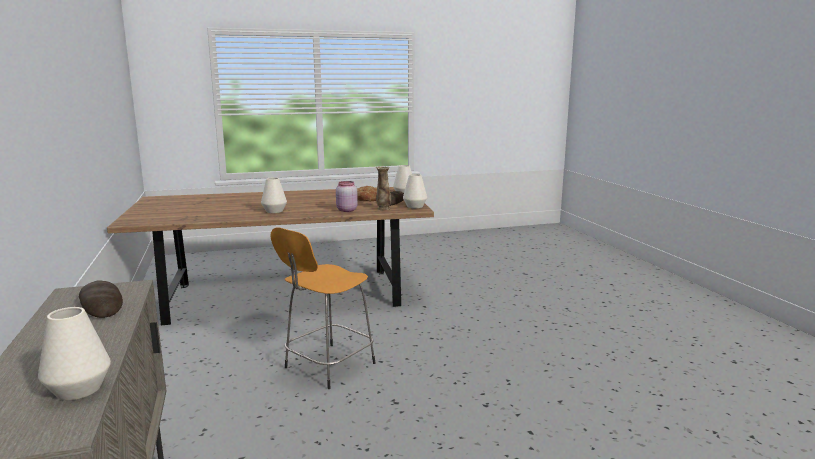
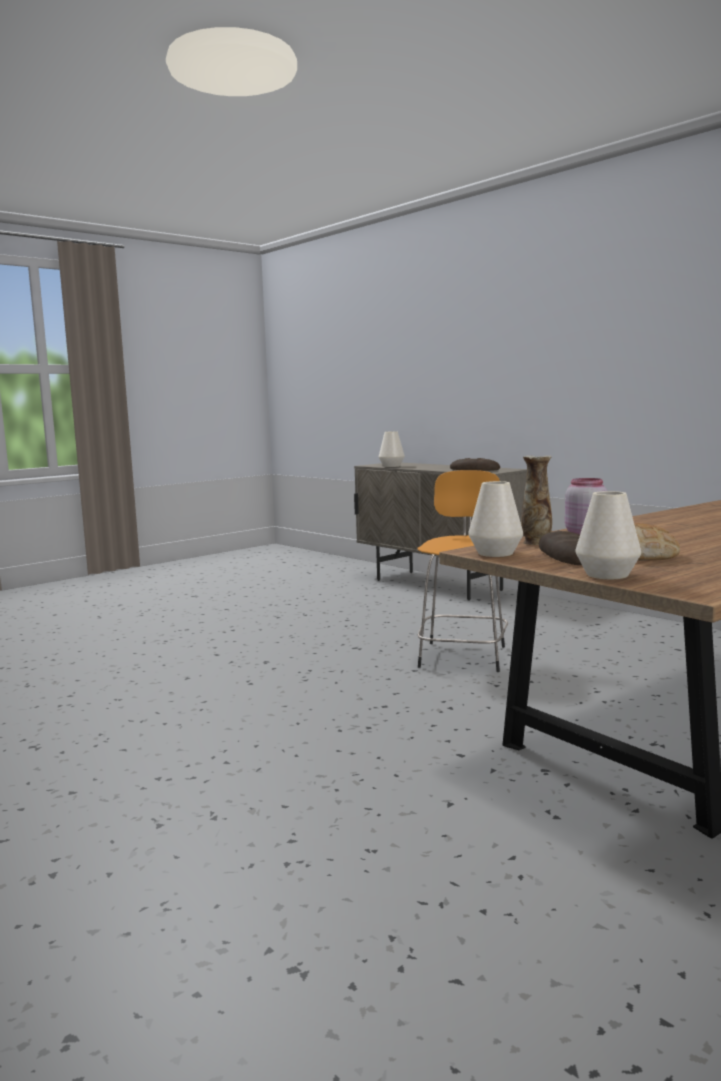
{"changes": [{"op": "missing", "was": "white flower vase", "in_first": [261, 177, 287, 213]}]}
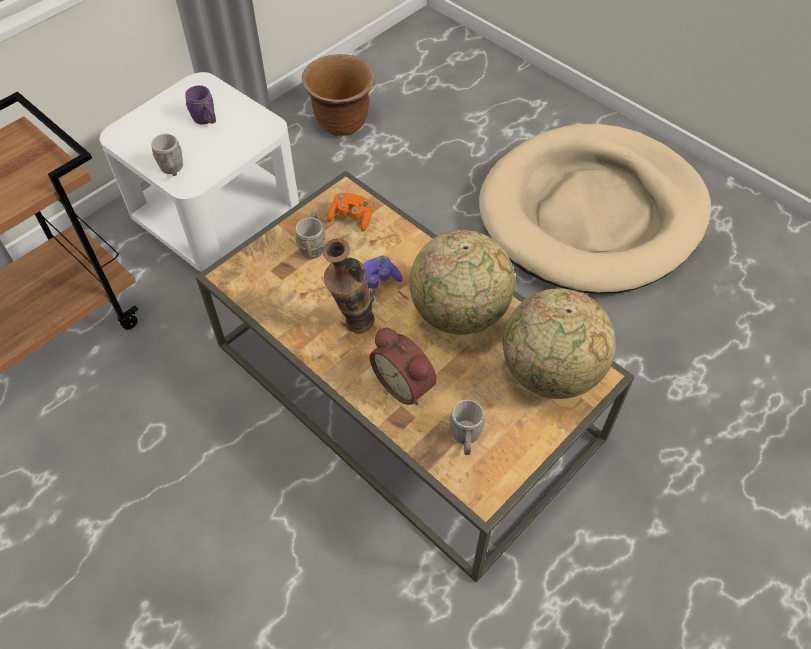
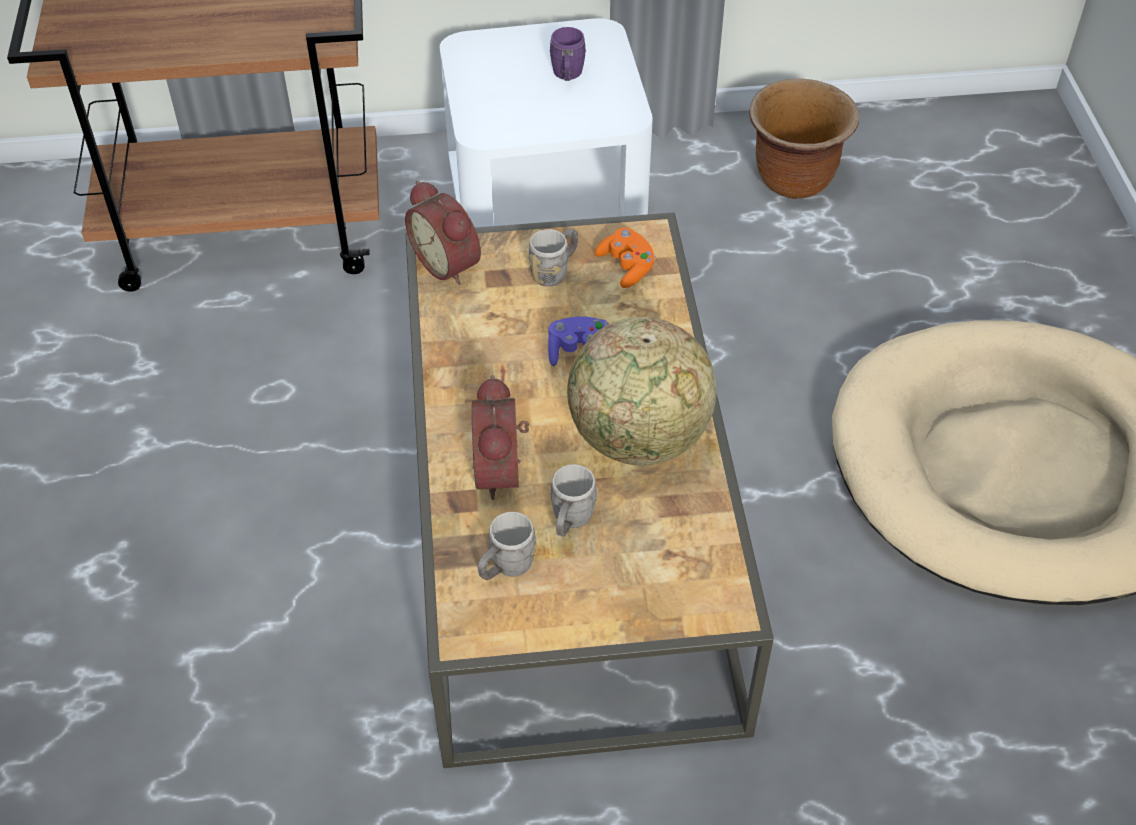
{"changes": [{"op": "relocated", "was": "grey mug", "in_first": [151, 134, 183, 176], "in_second": [551, 464, 598, 537]}, {"op": "missing", "was": "flower vase", "in_first": [323, 238, 374, 333]}, {"op": "missing", "was": "world globe", "in_first": [503, 288, 616, 399]}, {"op": "appeared", "now": "bedside clock", "in_second": [405, 181, 481, 285]}]}
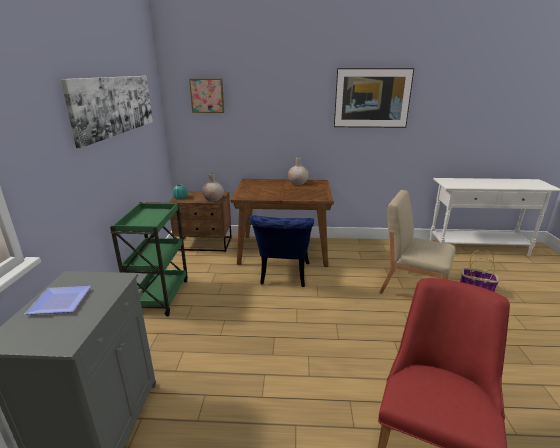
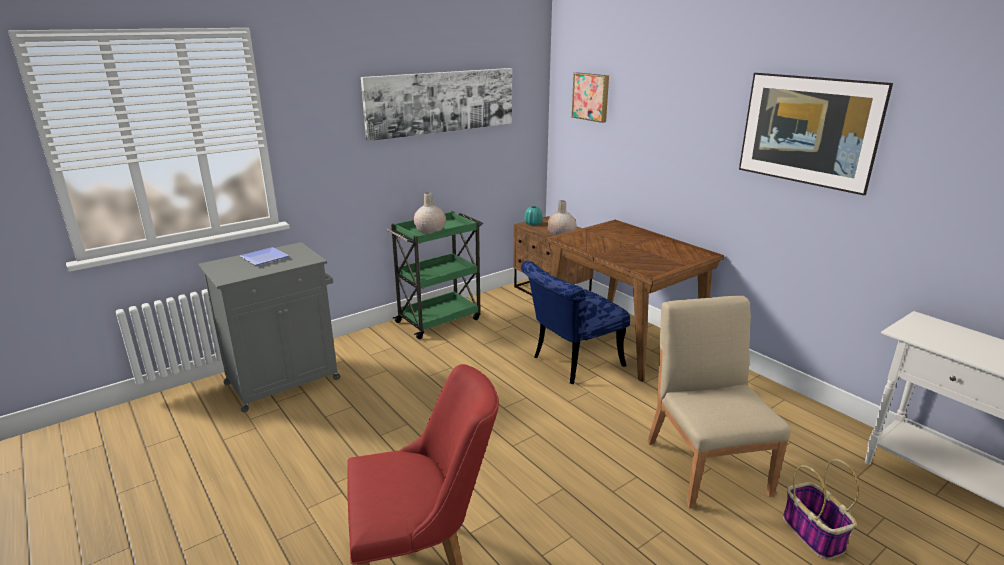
{"changes": [{"op": "relocated", "was": "beige flower vase", "in_first": [288, 157, 309, 185], "in_second": [414, 192, 446, 234]}]}
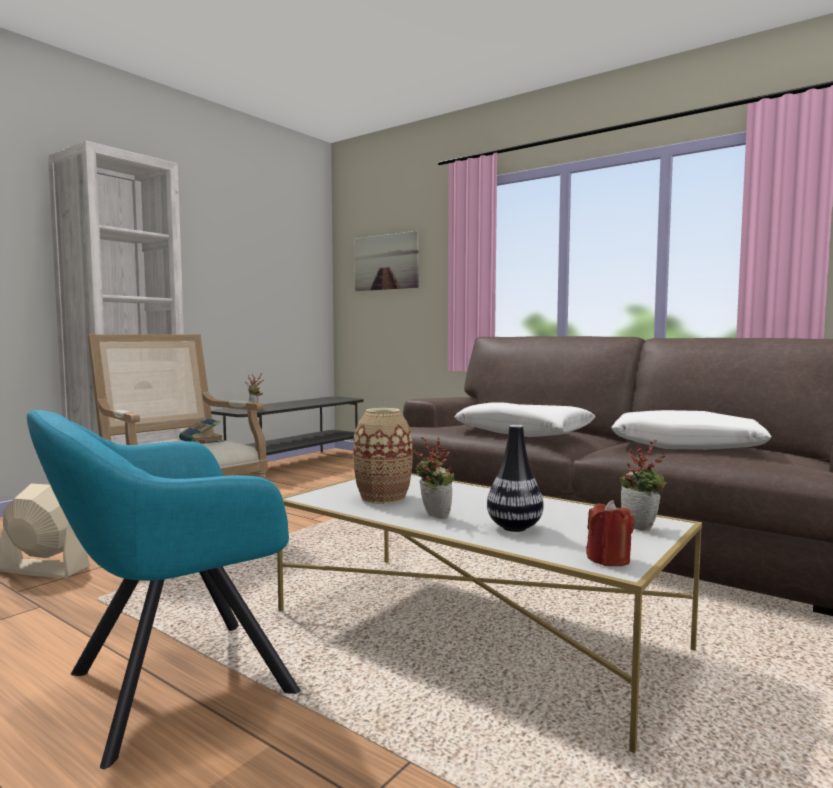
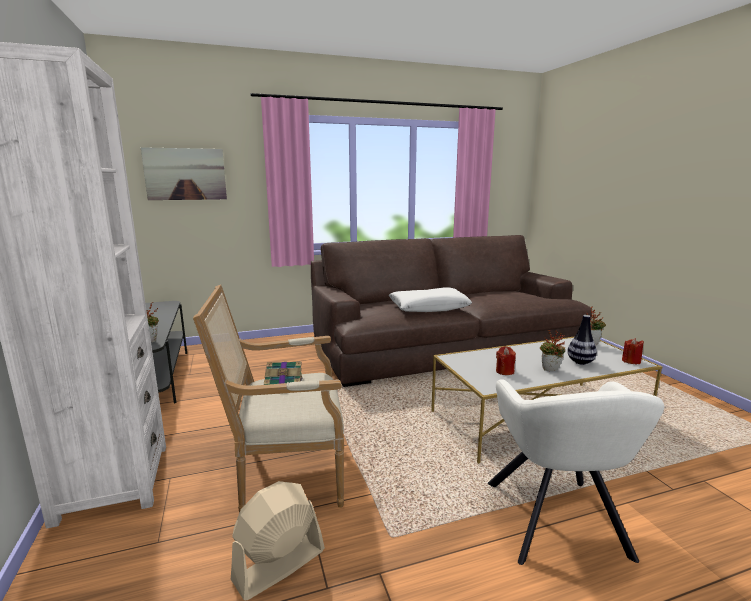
{"changes": [{"op": "exchanged", "was": "flower vase", "now": "red-coloured wax candle", "in_first": [353, 408, 413, 504], "in_second": [496, 346, 516, 375]}, {"op": "colour", "was": "blue-green easy chair", "now": "white easy chair", "in_first": [27, 410, 301, 769], "in_second": [488, 379, 664, 565]}, {"op": "missing", "was": "white pillow", "in_first": [611, 410, 772, 450]}]}
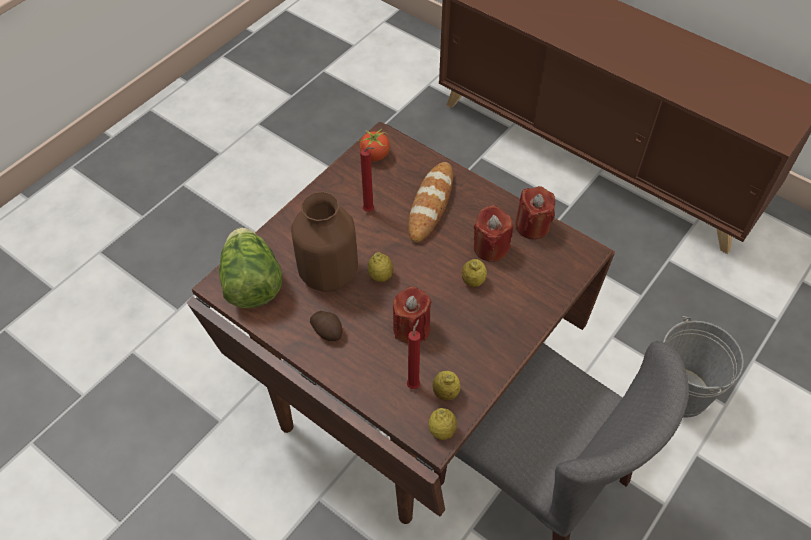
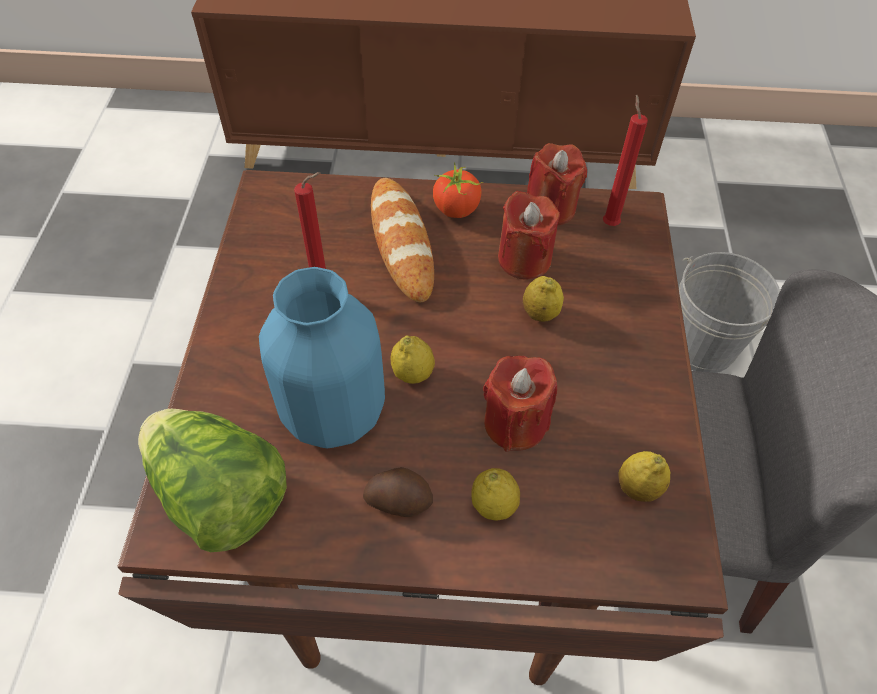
{"changes": [{"op": "relocated", "was": "whole tomato", "in_first": [360, 128, 390, 161], "in_second": [433, 162, 483, 218]}, {"op": "colour", "was": "brown flower vase", "now": "blue-coloured flower vase", "in_first": [291, 191, 358, 292], "in_second": [259, 267, 385, 448]}, {"op": "relocated", "was": "red-coloured wax candle", "in_first": [407, 319, 420, 389], "in_second": [603, 94, 648, 226]}, {"op": "relocated", "was": "whole lemon", "in_first": [429, 408, 457, 440], "in_second": [471, 468, 520, 521]}]}
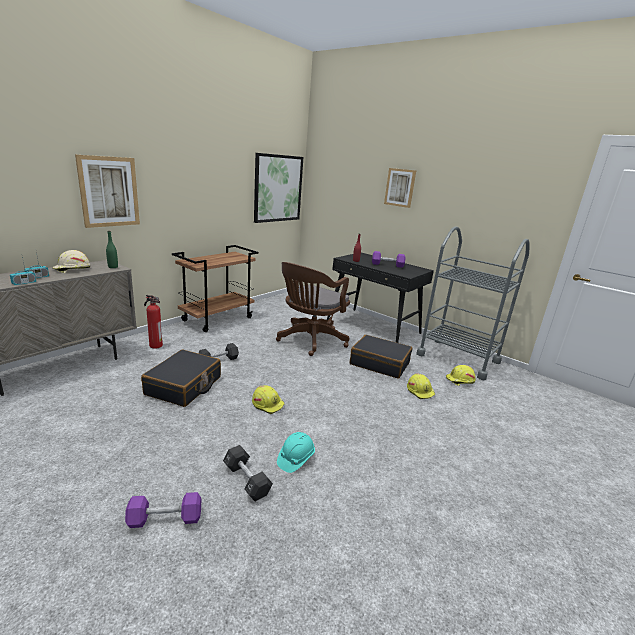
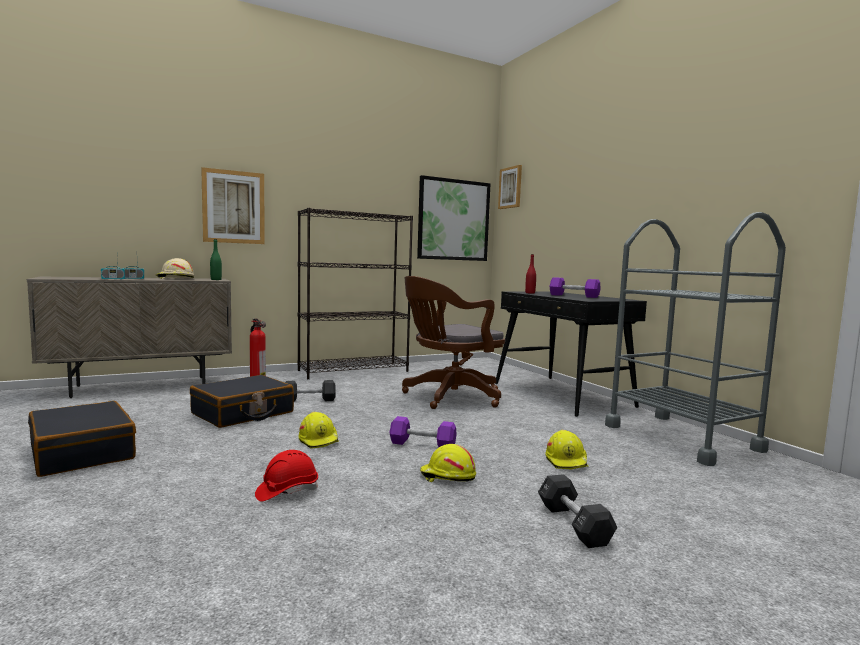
{"changes": [{"op": "relocated", "was": "wall picture", "in_first": [384, 168, 416, 208], "in_second": [498, 165, 522, 209]}, {"op": "exchanged", "was": "brown wheeled cart", "now": "blackish bookshelf", "in_first": [172, 245, 258, 332], "in_second": [297, 208, 413, 379]}, {"op": "relocated", "was": "blackish piece of luggage", "in_first": [350, 335, 413, 378], "in_second": [28, 401, 136, 477]}, {"op": "relocated", "was": "yellow safety helmet", "in_first": [446, 365, 476, 386], "in_second": [420, 444, 476, 482]}, {"op": "colour", "was": "blue-green safety helmet", "now": "red-coloured safety helmet", "in_first": [277, 432, 315, 473], "in_second": [255, 450, 318, 502]}, {"op": "relocated", "was": "blackish free weight", "in_first": [223, 445, 273, 501], "in_second": [538, 474, 617, 548]}, {"op": "relocated", "was": "purplish free weight", "in_first": [125, 492, 201, 528], "in_second": [389, 416, 457, 447]}]}
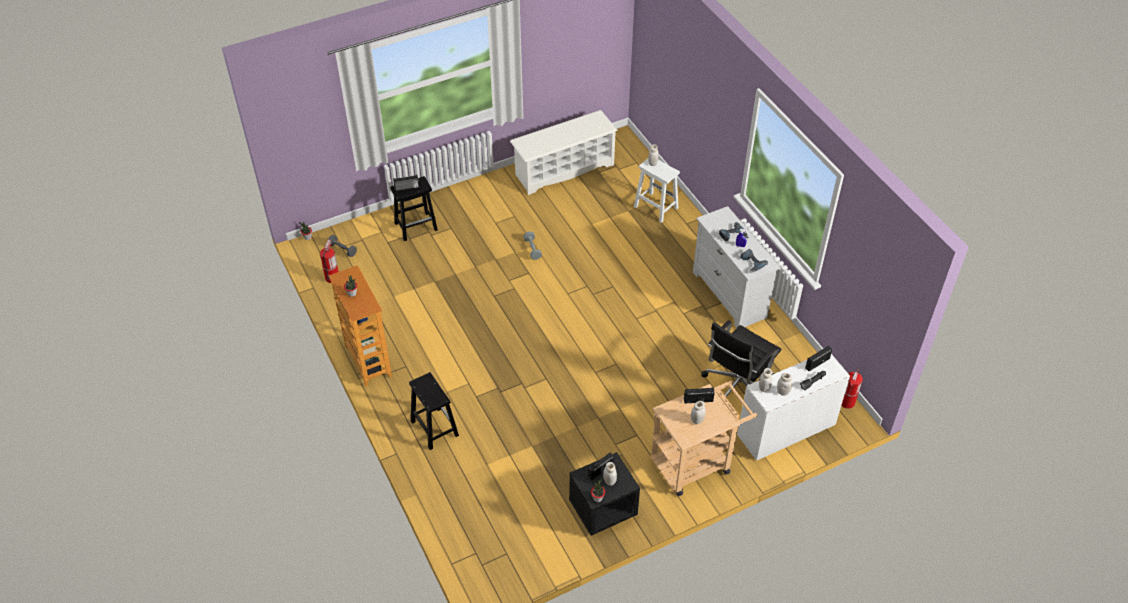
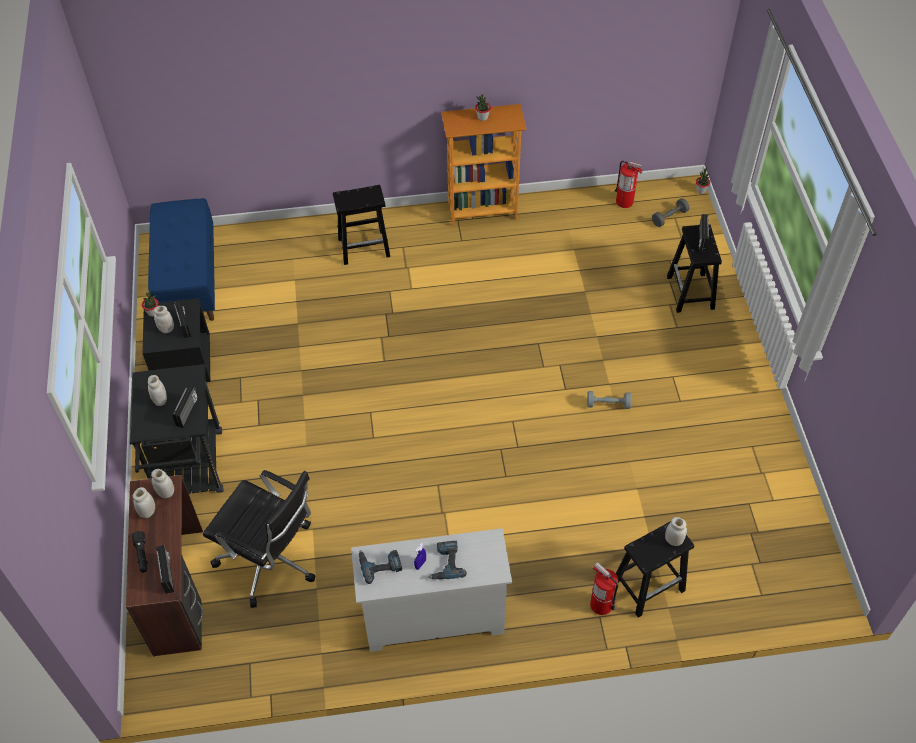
{"changes": [{"op": "missing", "was": "white shoe stand", "in_first": [510, 110, 618, 195]}, {"op": "colour", "was": "white stool seat", "now": "blackish stool seat", "in_first": [634, 158, 680, 223], "in_second": [616, 521, 694, 618]}, {"op": "spun", "was": "blackish office chair", "in_first": [701, 320, 781, 397], "in_second": [203, 470, 316, 608], "clockwise": 150}, {"op": "colour", "was": "white desk unit", "now": "brown desk unit", "in_first": [737, 354, 850, 461], "in_second": [126, 475, 203, 657]}, {"op": "relocated", "was": "fire-fighting cylinder", "in_first": [841, 368, 863, 409], "in_second": [590, 562, 618, 615]}, {"op": "colour", "was": "beige wheeled cart", "now": "blackish wheeled cart", "in_first": [650, 381, 757, 496], "in_second": [130, 364, 224, 494]}, {"op": "appeared", "now": "blue-coloured bench", "in_second": [148, 198, 215, 321]}]}
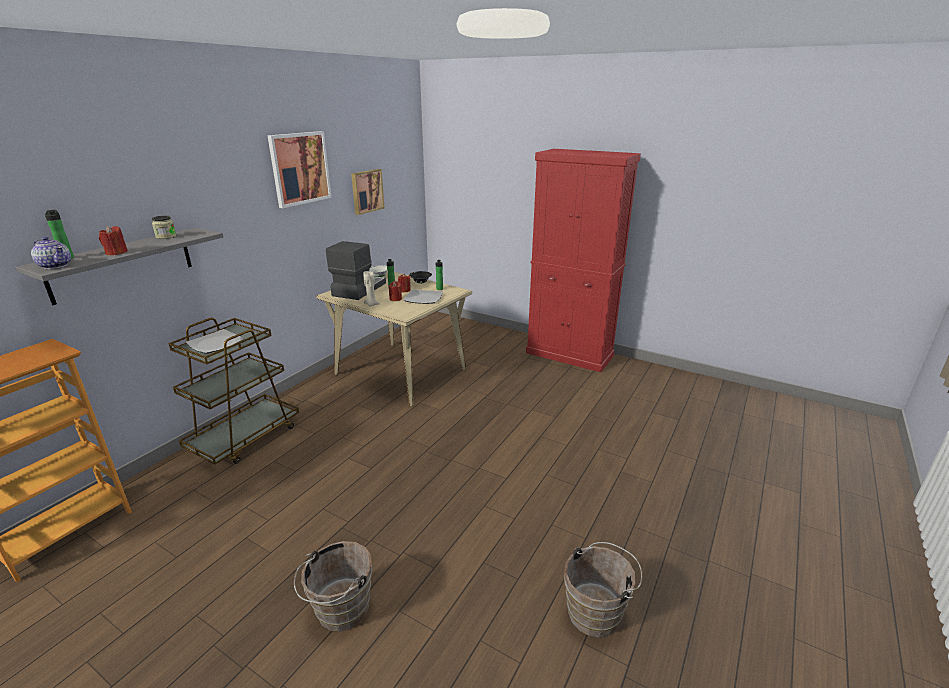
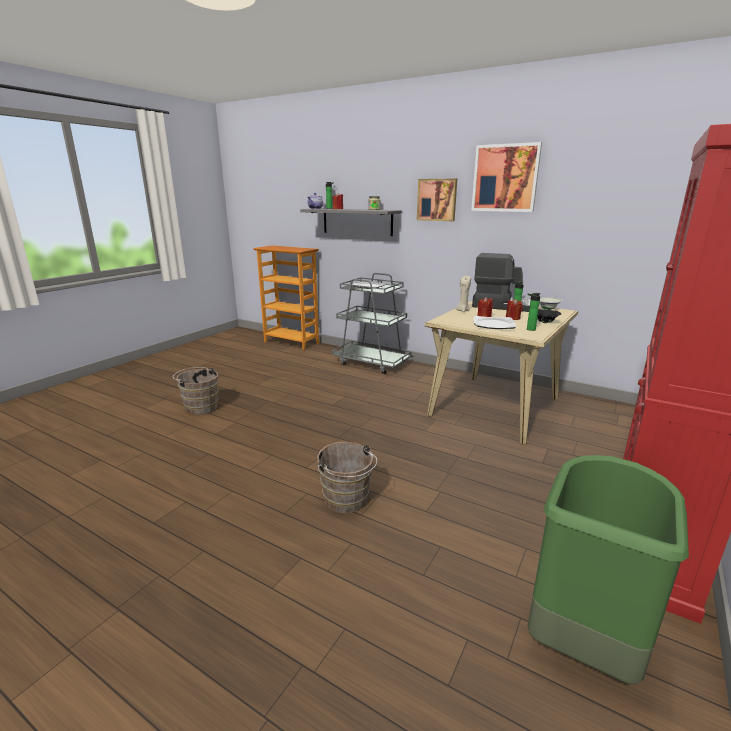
{"changes": [{"op": "relocated", "was": "wall picture", "in_first": [351, 169, 385, 215], "in_second": [417, 178, 457, 221]}, {"op": "colour", "was": "brown wheeled cart", "now": "grey wheeled cart", "in_first": [168, 318, 299, 465], "in_second": [332, 273, 412, 374]}, {"op": "relocated", "was": "brown water bucket", "in_first": [564, 542, 642, 638], "in_second": [317, 442, 377, 513]}, {"op": "appeared", "now": "green waste bin", "in_second": [528, 455, 689, 684]}]}
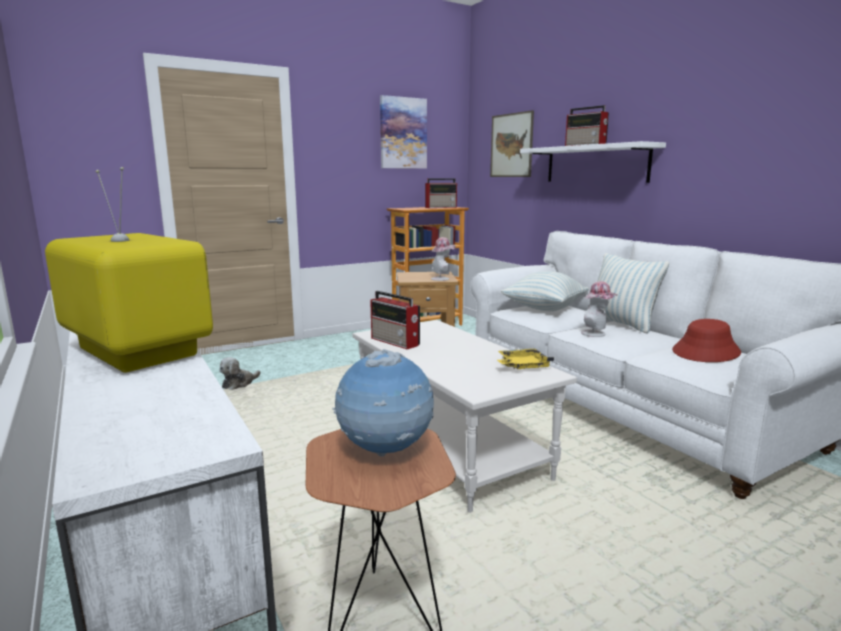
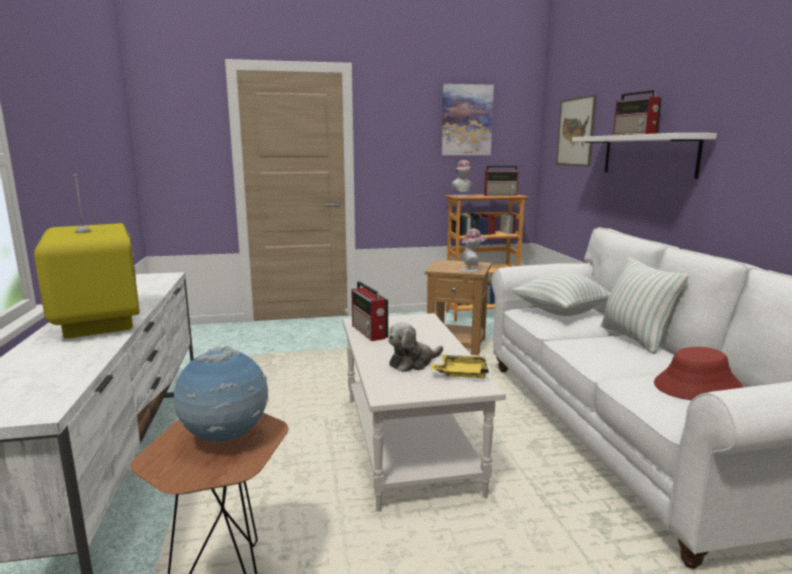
{"changes": [{"op": "relocated", "was": "hat", "in_first": [581, 281, 618, 337], "in_second": [451, 160, 473, 197]}, {"op": "relocated", "was": "cuddly toy", "in_first": [219, 357, 261, 390], "in_second": [388, 322, 443, 372]}]}
